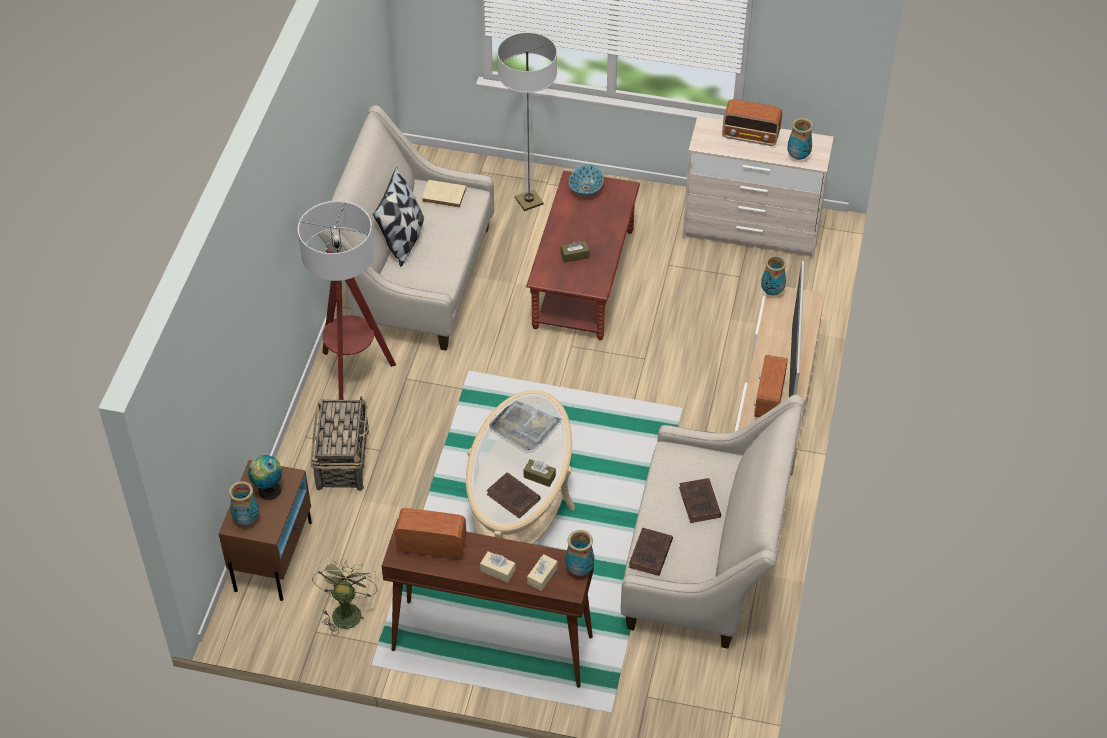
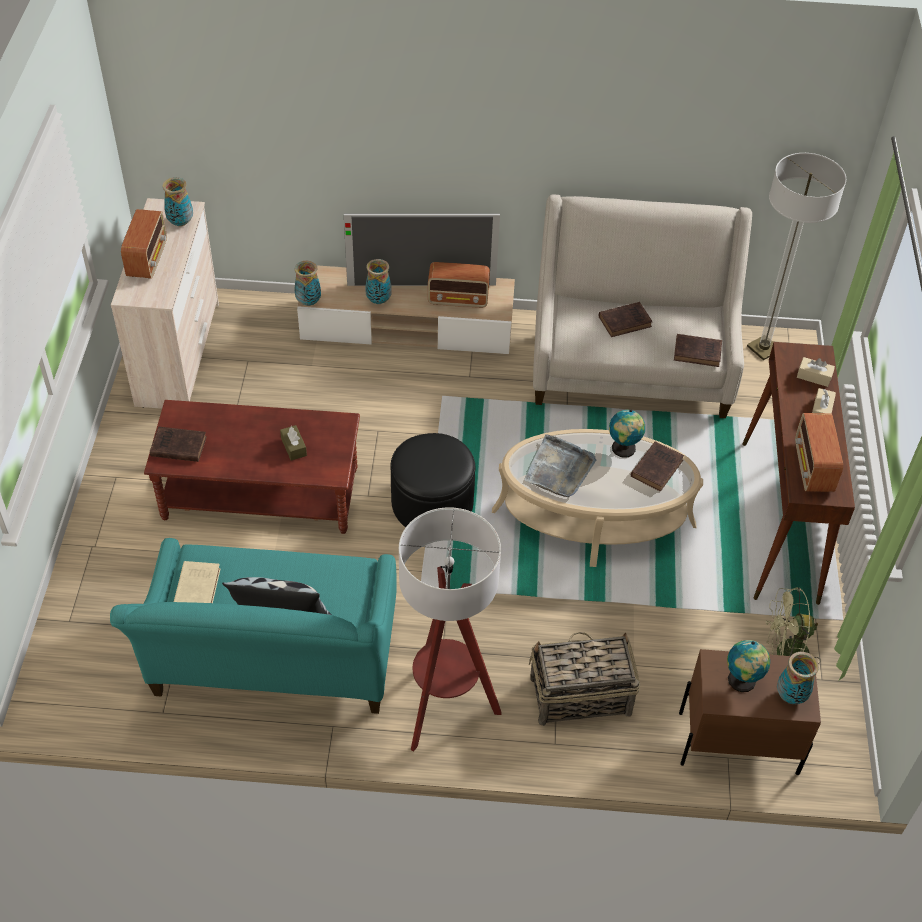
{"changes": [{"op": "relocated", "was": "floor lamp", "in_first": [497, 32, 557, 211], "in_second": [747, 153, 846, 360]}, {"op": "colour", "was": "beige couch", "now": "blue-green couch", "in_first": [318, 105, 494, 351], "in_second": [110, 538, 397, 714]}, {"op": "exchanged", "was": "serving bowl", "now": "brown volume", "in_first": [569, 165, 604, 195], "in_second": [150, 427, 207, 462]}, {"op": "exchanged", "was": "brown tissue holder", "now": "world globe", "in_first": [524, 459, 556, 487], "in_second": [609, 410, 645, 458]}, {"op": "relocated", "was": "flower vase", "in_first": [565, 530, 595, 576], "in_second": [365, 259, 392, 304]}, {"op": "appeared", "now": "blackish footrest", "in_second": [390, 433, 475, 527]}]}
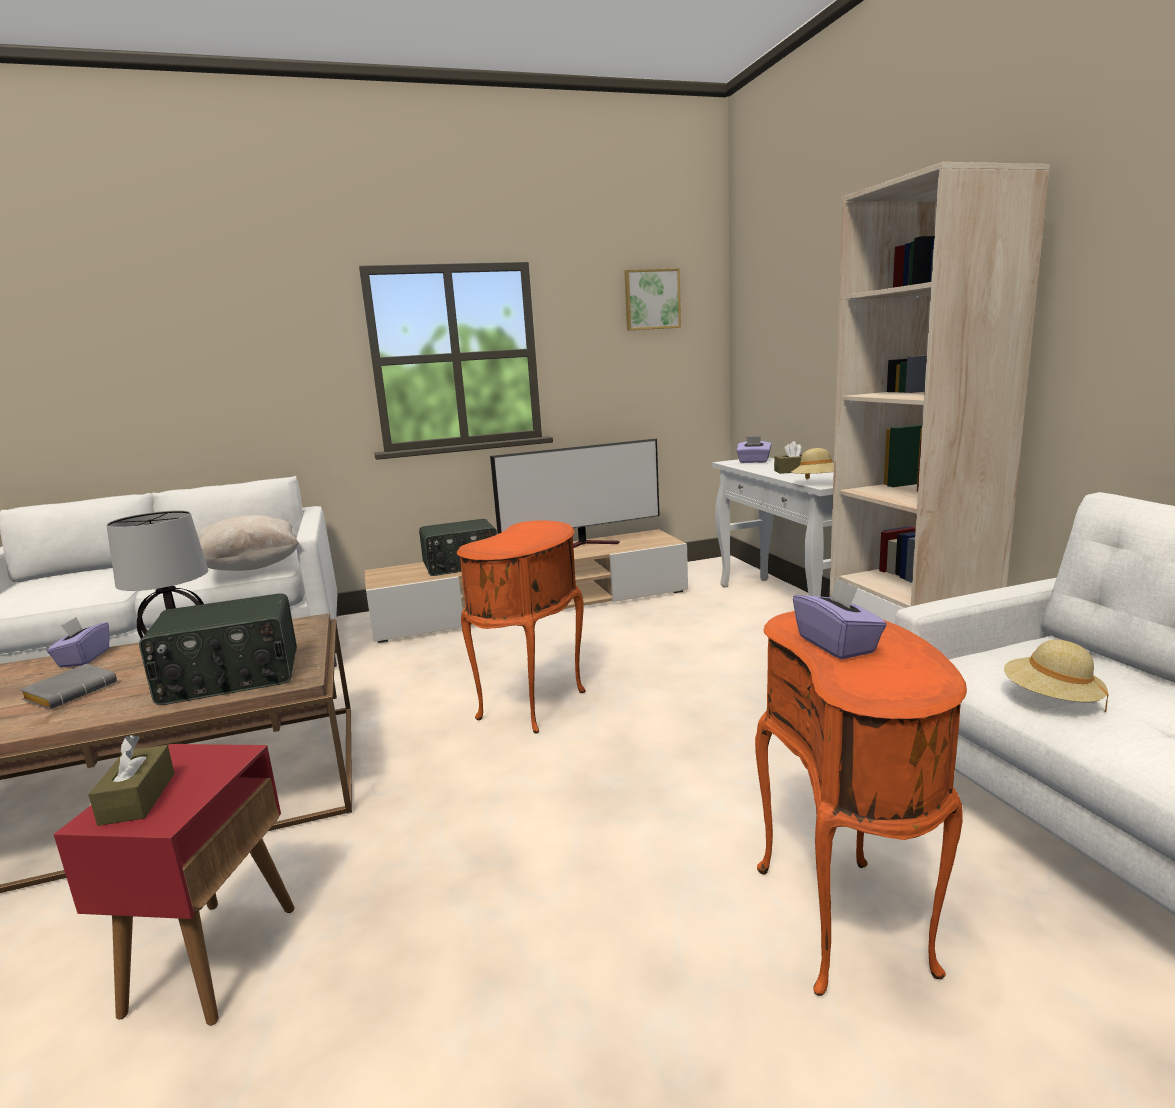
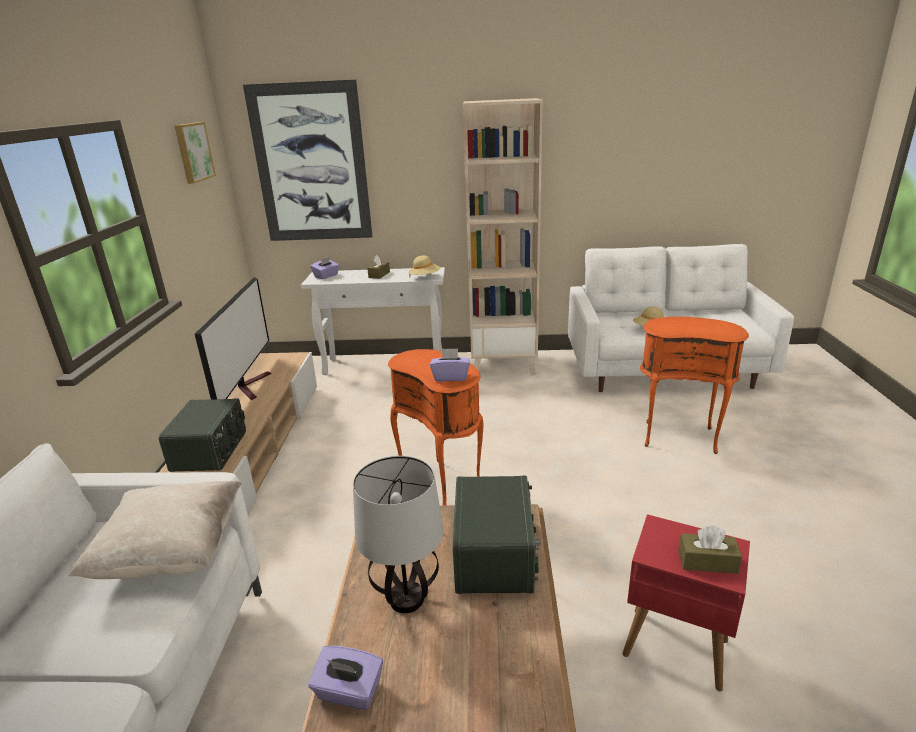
{"changes": [{"op": "relocated", "was": "purplish tissue holder", "in_first": [793, 578, 887, 659], "in_second": [430, 348, 469, 382]}, {"op": "missing", "was": "grey volume", "in_first": [19, 664, 117, 710]}, {"op": "appeared", "now": "wall picture", "in_second": [243, 80, 373, 241]}]}
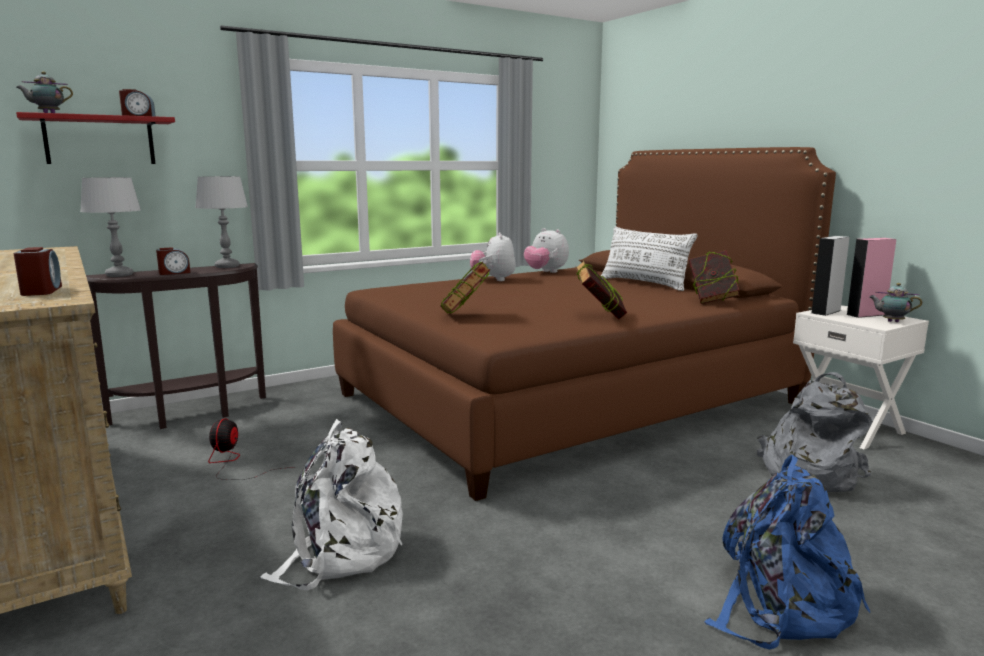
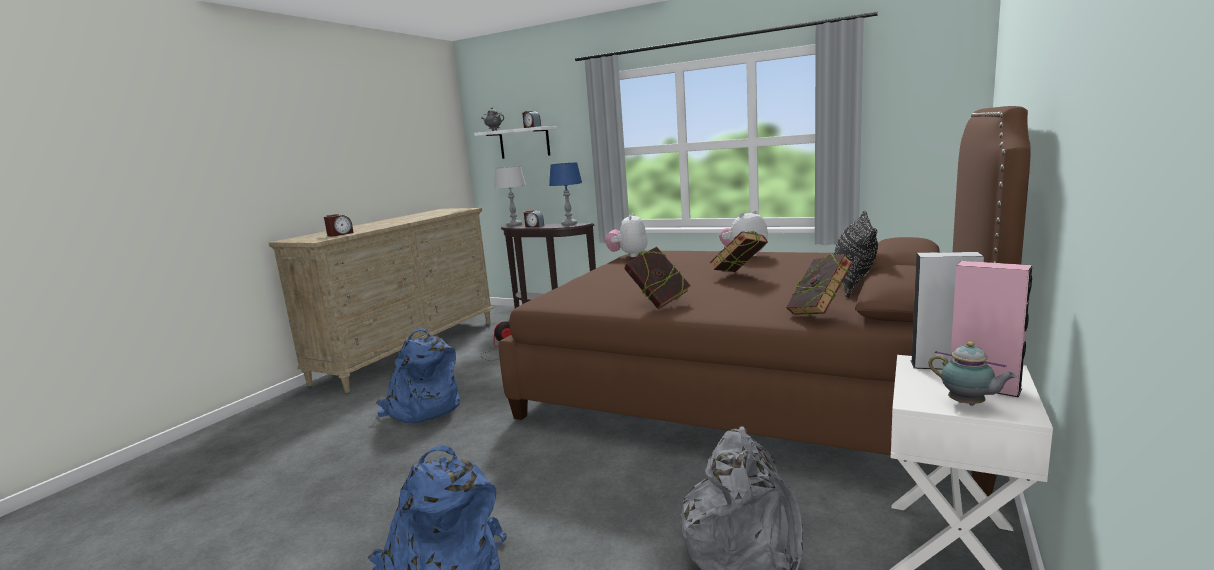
{"changes": [{"op": "colour", "was": "red-coloured wall shelf", "now": "white wall shelf", "in_first": [16, 112, 175, 164], "in_second": [474, 126, 557, 159]}, {"op": "colour", "was": "grey table lamp", "now": "blue-coloured table lamp", "in_first": [195, 176, 248, 268], "in_second": [549, 162, 582, 226]}, {"op": "colour", "was": "white pillow", "now": "blackish pillow", "in_first": [601, 227, 697, 291], "in_second": [834, 211, 878, 298]}, {"op": "relocated", "was": "cuddly toy", "in_first": [524, 228, 569, 273], "in_second": [605, 213, 647, 257]}, {"op": "relocated", "was": "volume", "in_first": [440, 261, 490, 314], "in_second": [710, 231, 768, 272]}, {"op": "spun", "was": "tea pot", "in_first": [869, 283, 922, 322], "in_second": [928, 341, 1017, 406], "clockwise": 150}, {"op": "colour", "was": "white backpack", "now": "blue-coloured backpack", "in_first": [260, 419, 403, 590], "in_second": [376, 328, 460, 424]}]}
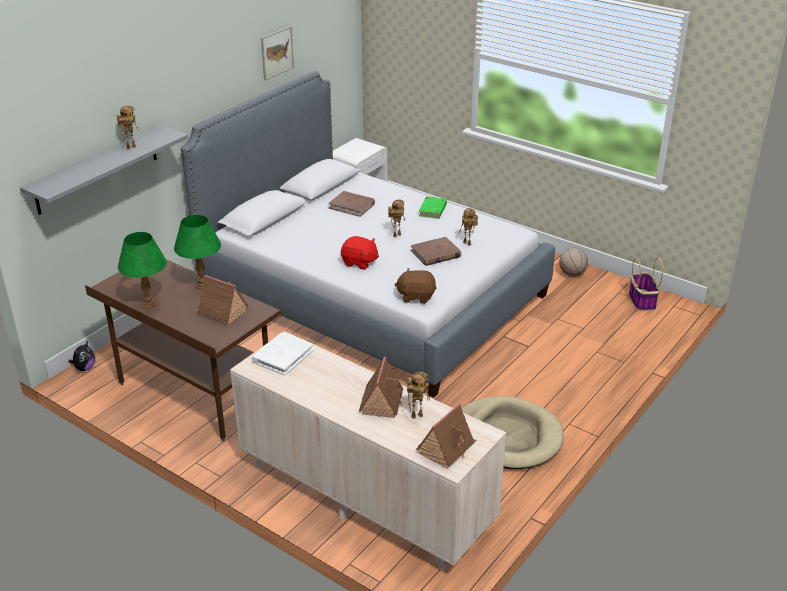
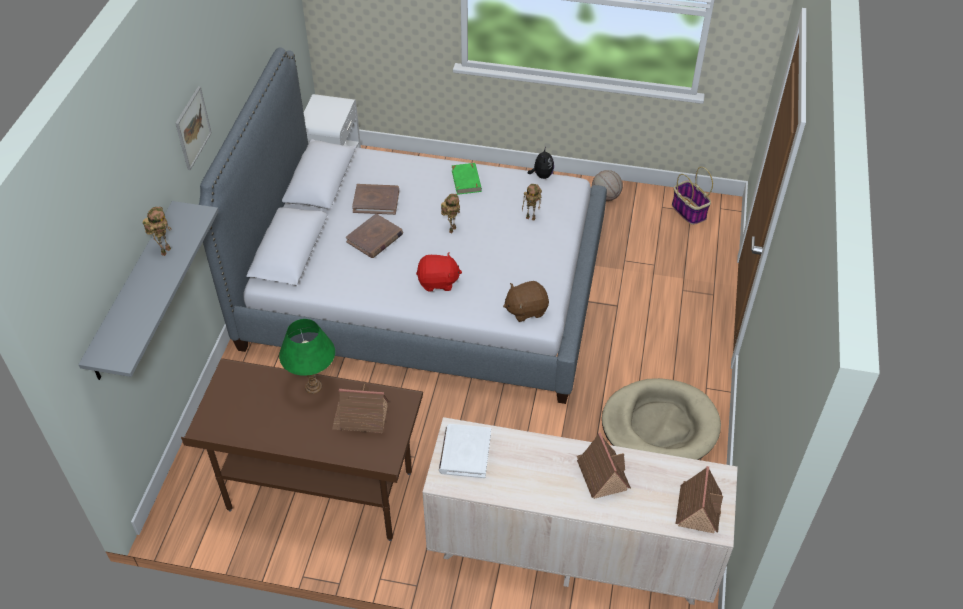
{"changes": [{"op": "relocated", "was": "wall picture", "in_first": [261, 26, 294, 80], "in_second": [175, 86, 212, 170]}, {"op": "missing", "was": "green table lamp", "in_first": [118, 232, 167, 308]}, {"op": "relocated", "was": "brown volume", "in_first": [411, 237, 461, 266], "in_second": [346, 214, 403, 258]}, {"op": "relocated", "was": "cuddly toy", "in_first": [69, 341, 95, 371], "in_second": [528, 147, 554, 179]}, {"op": "missing", "was": "robot figure", "in_first": [407, 372, 430, 419]}]}
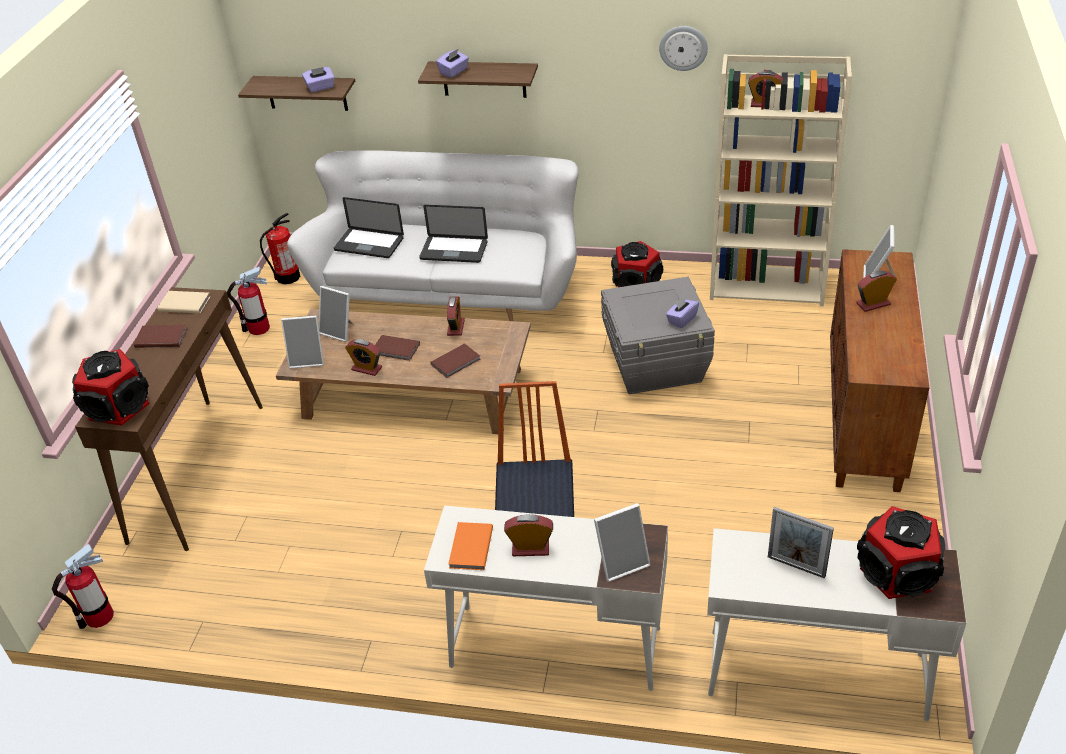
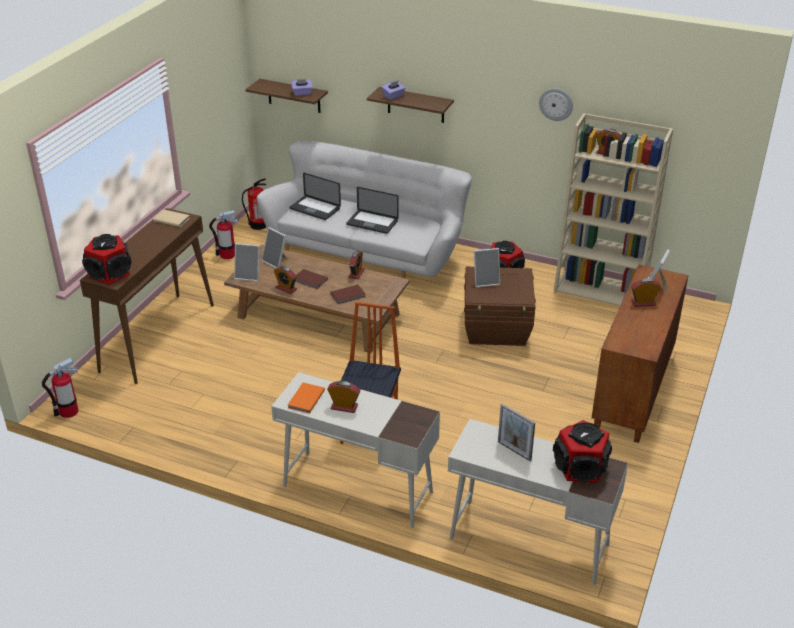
{"changes": [{"op": "colour", "was": "grey storage bin", "now": "brown storage bin", "in_first": [601, 277, 715, 394], "in_second": [464, 267, 536, 346]}, {"op": "missing", "was": "purplish tissue holder", "in_first": [666, 296, 699, 328]}, {"op": "missing", "was": "brown volume", "in_first": [134, 325, 188, 348]}, {"op": "relocated", "was": "photo frame", "in_first": [594, 503, 650, 582], "in_second": [474, 248, 500, 287]}]}
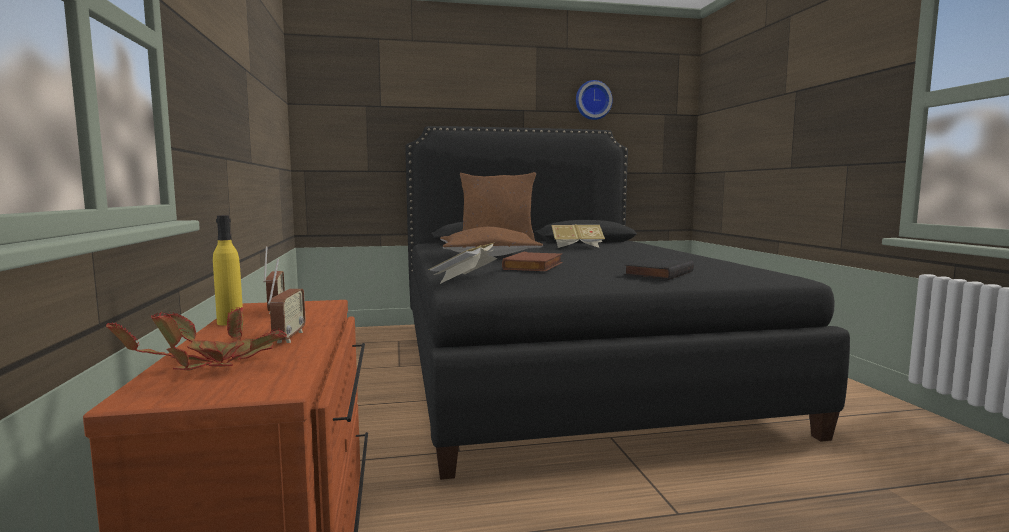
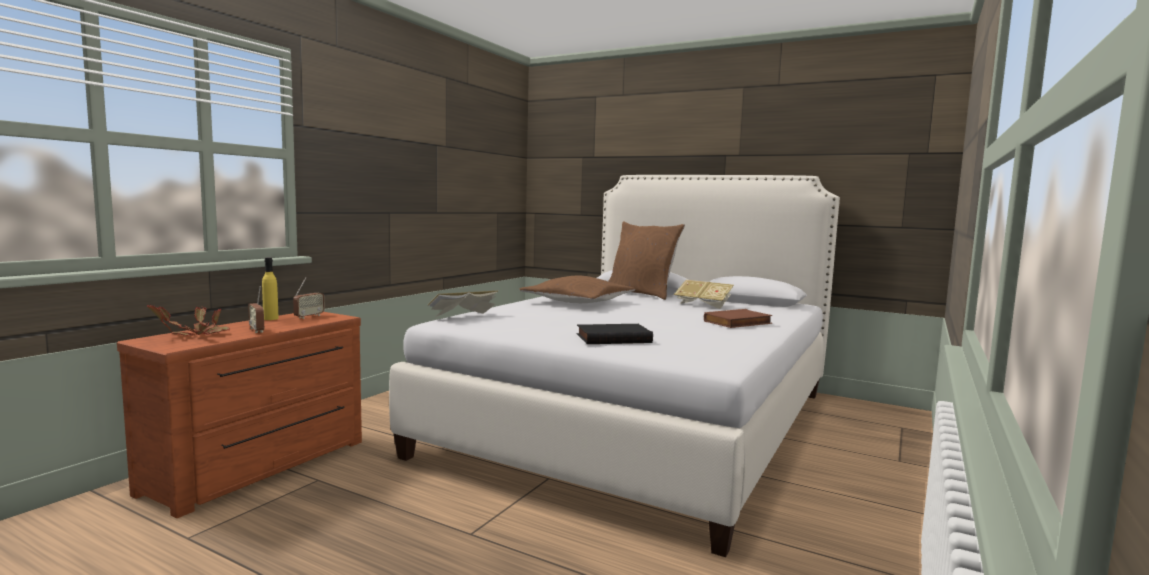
{"changes": [{"op": "missing", "was": "clock on the wall", "in_first": [576, 80, 613, 120]}, {"op": "colour", "was": "blackish bed", "now": "white bed", "in_first": [405, 126, 850, 480], "in_second": [389, 175, 840, 557]}, {"op": "relocated", "was": "brown volume", "in_first": [502, 252, 562, 271], "in_second": [704, 309, 773, 328]}, {"op": "spun", "was": "radio", "in_first": [268, 259, 306, 343], "in_second": [248, 286, 264, 333], "clockwise": 105}]}
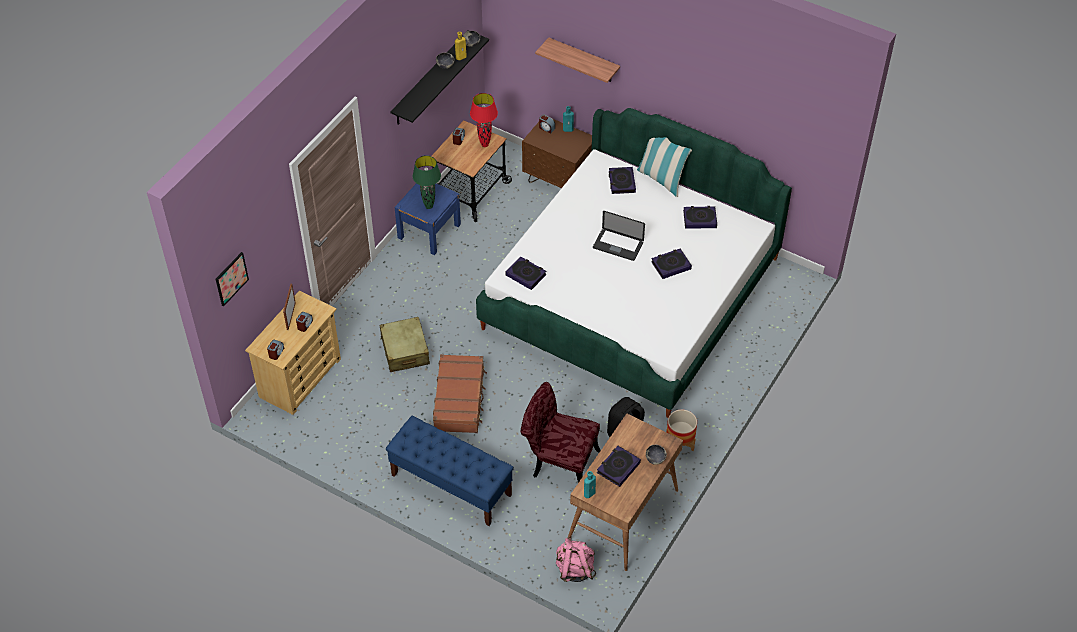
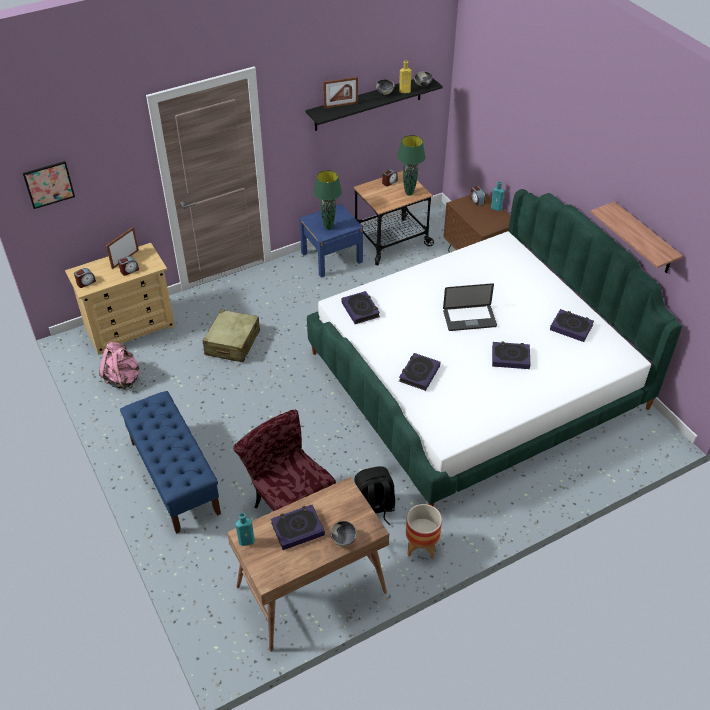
{"changes": [{"op": "relocated", "was": "wall shelf", "in_first": [535, 37, 620, 83], "in_second": [590, 201, 683, 273]}, {"op": "colour", "was": "red-coloured table lamp", "now": "green table lamp", "in_first": [470, 93, 498, 147], "in_second": [397, 135, 425, 196]}, {"op": "missing", "was": "pillow", "in_first": [637, 137, 692, 197]}, {"op": "relocated", "was": "volume", "in_first": [609, 167, 636, 194], "in_second": [399, 353, 440, 391]}, {"op": "spun", "was": "notebook computer", "in_first": [593, 211, 645, 261], "in_second": [443, 283, 497, 331], "clockwise": -60}, {"op": "missing", "was": "brown piece of luggage", "in_first": [433, 354, 487, 433]}, {"op": "relocated", "was": "pinkish backpack", "in_first": [556, 537, 596, 582], "in_second": [99, 342, 140, 390]}, {"op": "appeared", "now": "photo frame", "in_second": [323, 77, 358, 109]}]}
